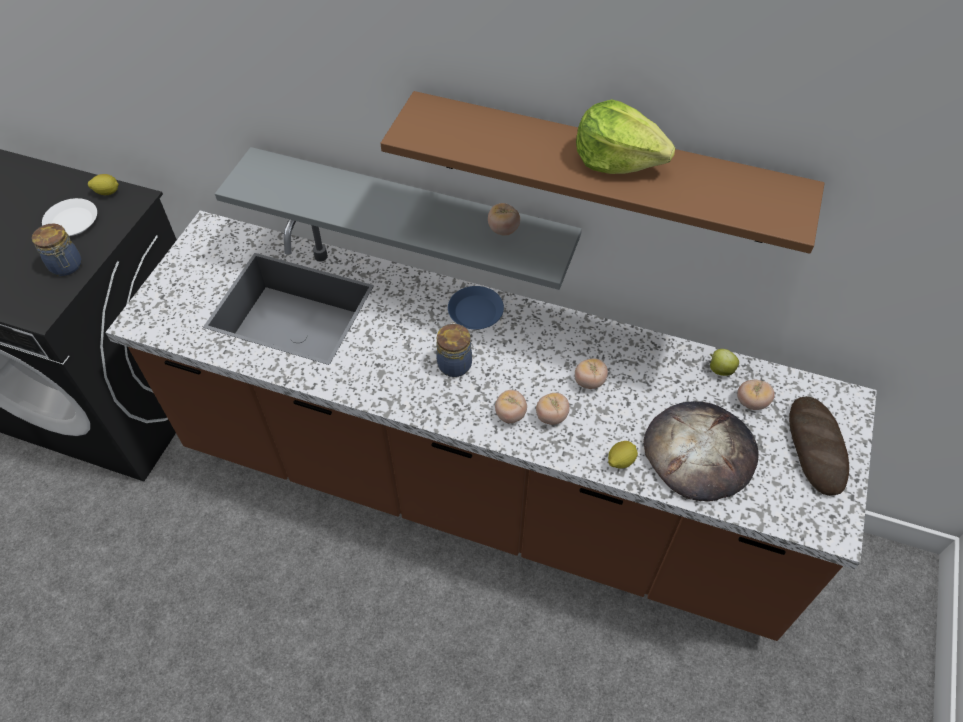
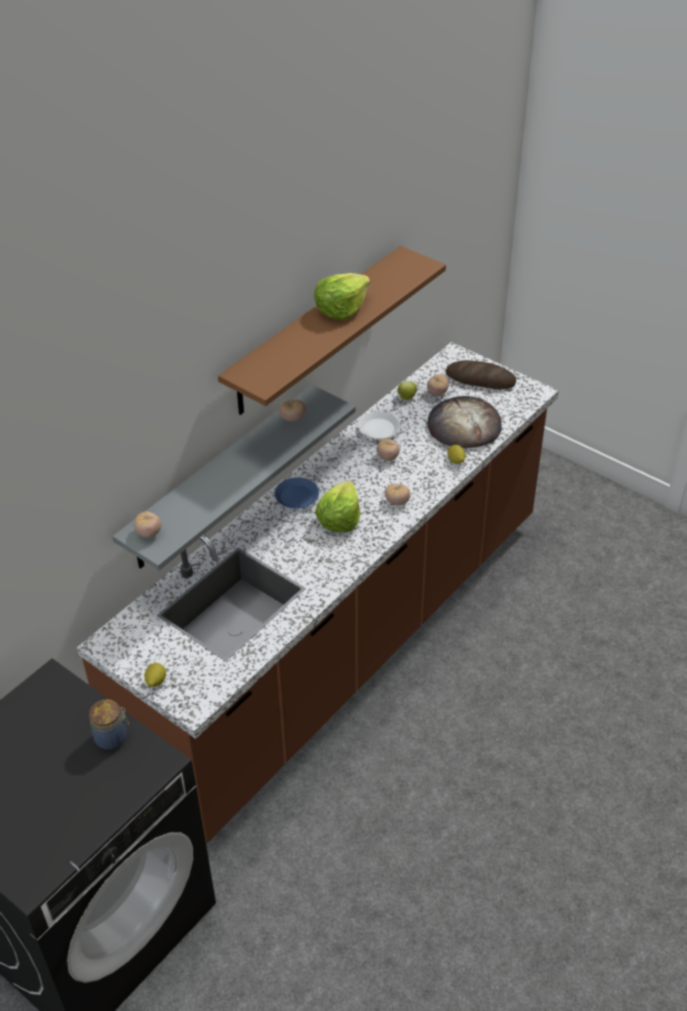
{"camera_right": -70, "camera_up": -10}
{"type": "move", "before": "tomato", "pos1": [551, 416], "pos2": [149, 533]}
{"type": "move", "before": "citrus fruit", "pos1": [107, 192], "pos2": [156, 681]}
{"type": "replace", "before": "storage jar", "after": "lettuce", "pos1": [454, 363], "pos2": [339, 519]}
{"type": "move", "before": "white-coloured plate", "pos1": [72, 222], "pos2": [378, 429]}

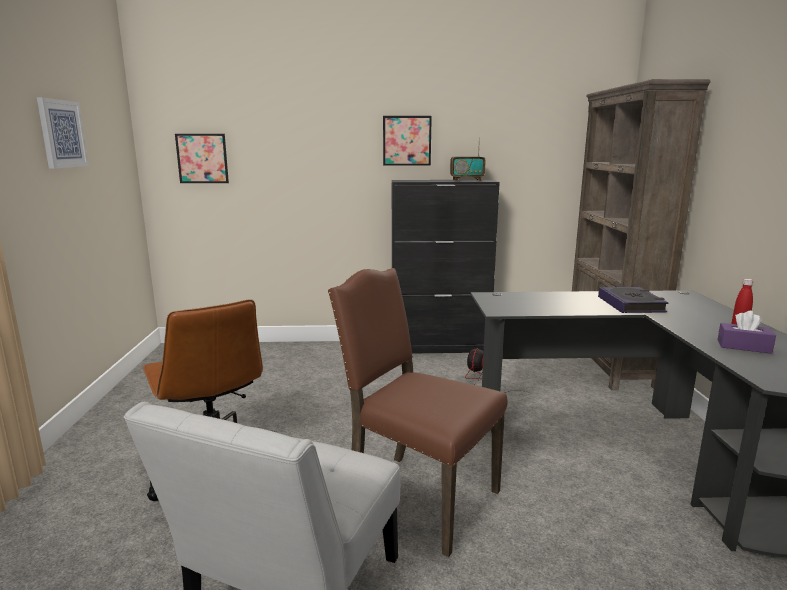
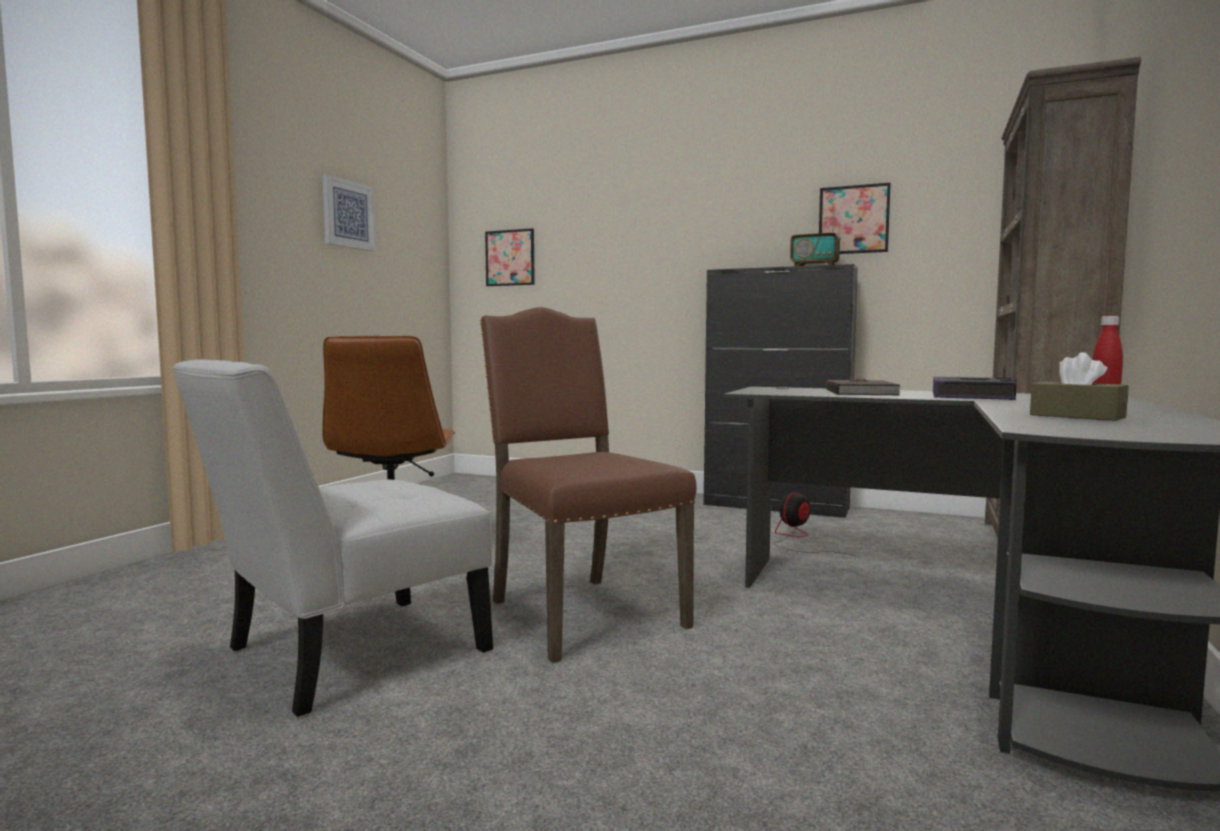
{"camera_right": 25, "camera_up": -10}
{"type": "move", "before": "wall art", "pos1": [407, 140], "pos2": [853, 219]}
{"type": "insert", "after": "brown-coloured volume", "pos2": [862, 392]}
{"type": "recolor", "before": "purple tissue holder", "after": "brown-coloured tissue holder", "pos1": [743, 346], "pos2": [1077, 416]}

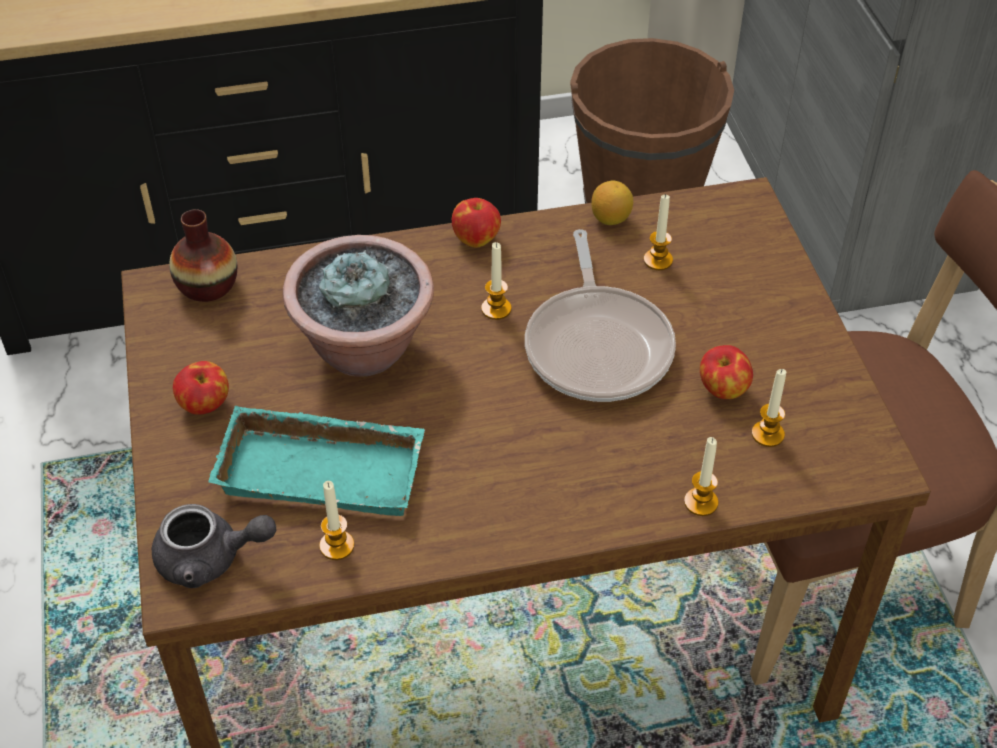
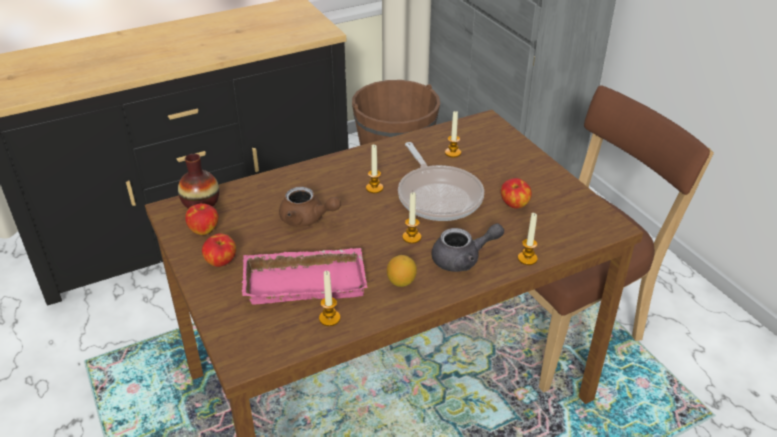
{"camera_right": -15, "camera_up": -10}
{"type": "move", "before": "whole apple", "pos1": [476, 238], "pos2": [204, 230]}
{"type": "recolor", "before": "turquoise-coloured tray", "after": "pinkish tray", "pos1": [325, 467], "pos2": [306, 280]}
{"type": "replace", "before": "potted plant", "after": "brown-coloured tea pot", "pos1": [365, 349], "pos2": [307, 219]}
{"type": "move", "before": "citrus fruit", "pos1": [610, 218], "pos2": [401, 282]}
{"type": "move", "before": "wax light", "pos1": [767, 434], "pos2": [411, 237]}
{"type": "move", "before": "greyish tea pot", "pos1": [210, 559], "pos2": [463, 259]}

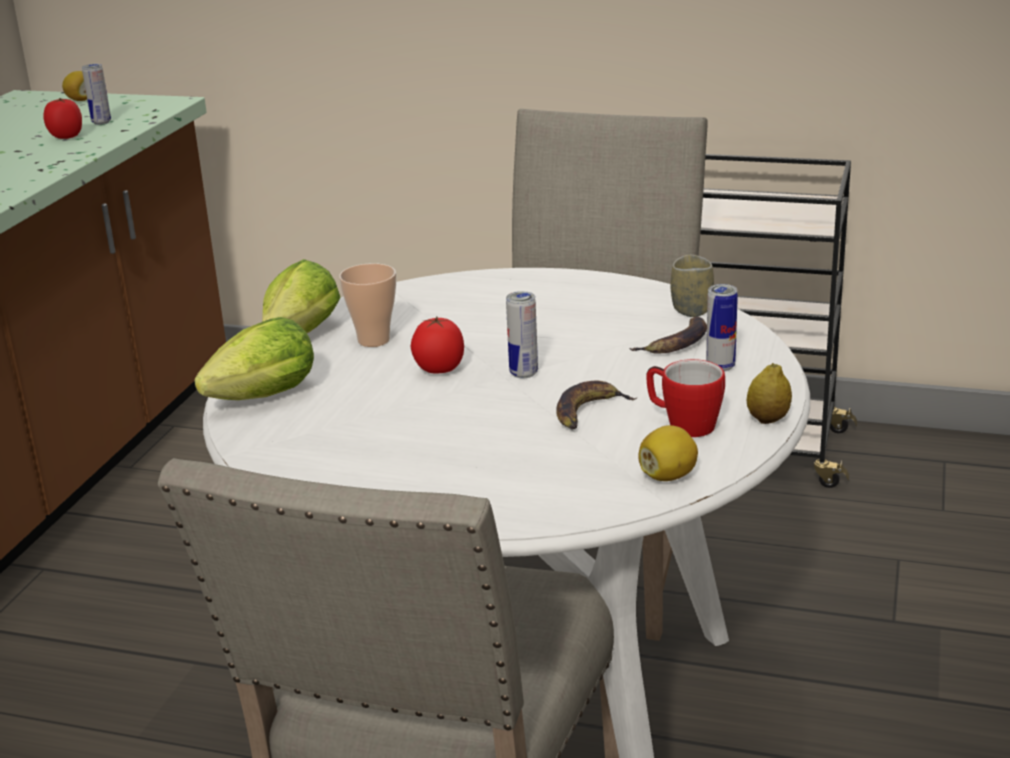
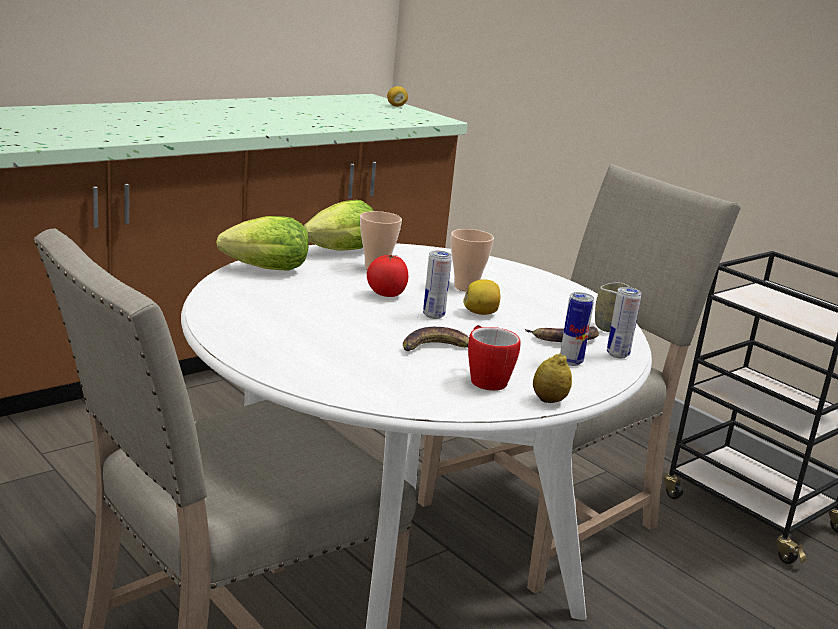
{"camera_right": 30, "camera_up": -5}
{"type": "insert", "after": "small cup", "pos2": [466, 287]}
{"type": "move", "before": "citrus fruit", "pos1": [668, 476], "pos2": [481, 313]}
{"type": "move", "before": "can", "pos1": [101, 122], "pos2": [617, 354]}
{"type": "delete", "before": "tomato", "pos1": [67, 137]}

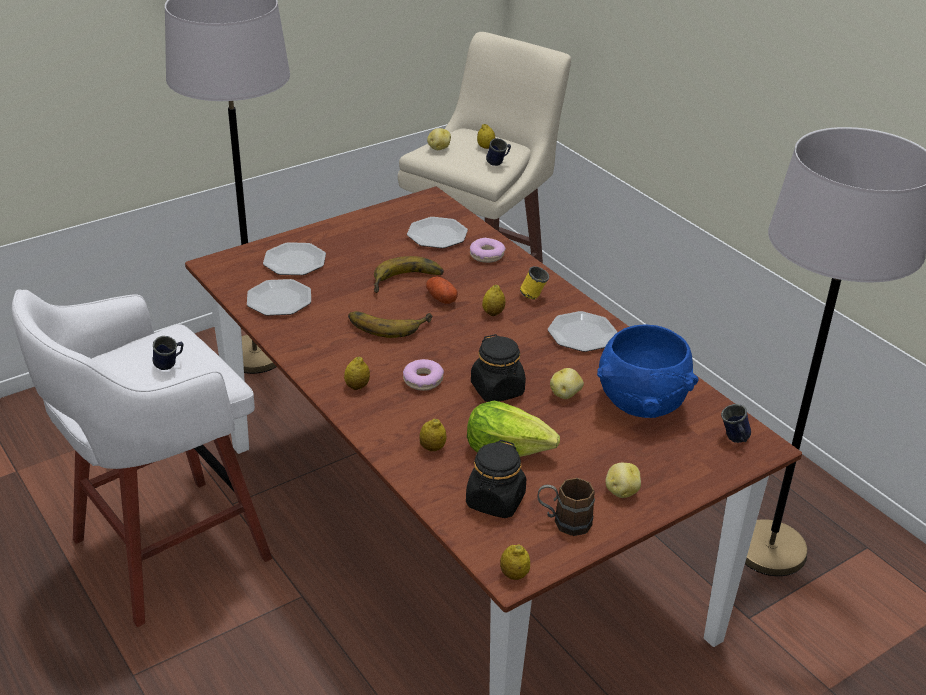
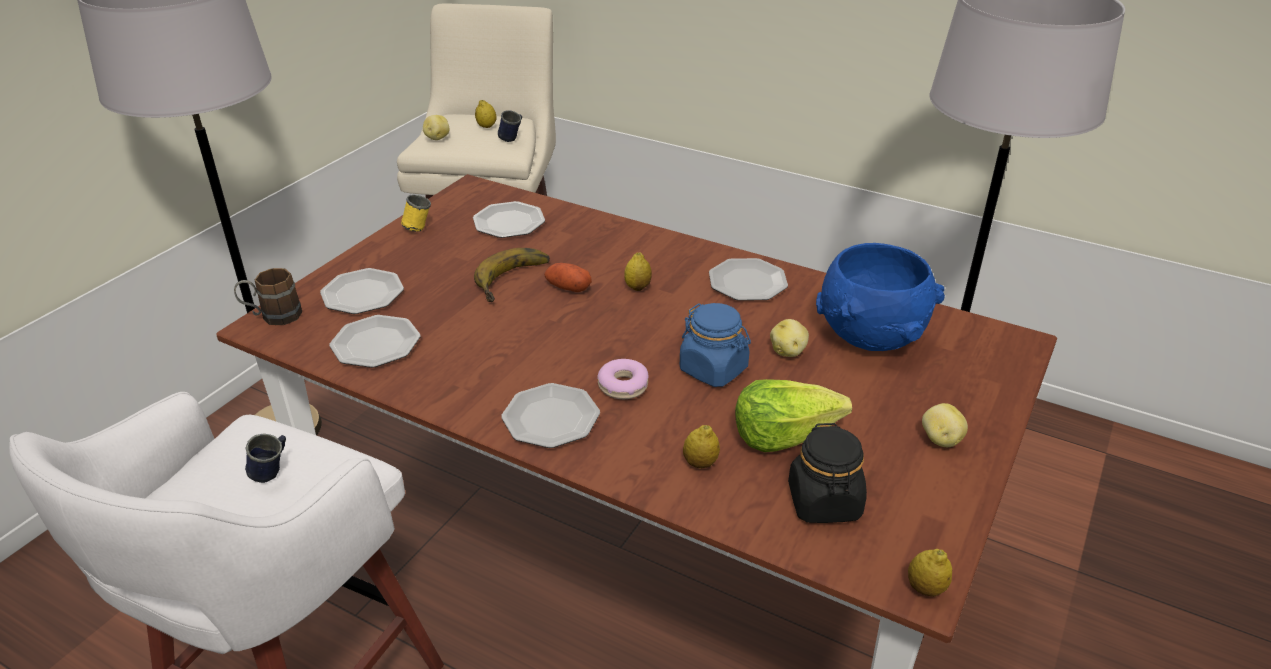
{"camera_right": -25, "camera_up": 0}
{"type": "move", "before": "brown-coloured tea mug", "pos1": [563, 521], "pos2": [272, 316]}
{"type": "move", "before": "yellowish tea mug", "pos1": [534, 294], "pos2": [418, 226]}
{"type": "replace", "before": "citrus fruit", "after": "plate", "pos1": [357, 386], "pos2": [552, 418]}
{"type": "recolor", "before": "black-coloured storage jar", "after": "blue-coloured storage jar", "pos1": [497, 389], "pos2": [714, 369]}
{"type": "delete", "before": "whole banana", "pos1": [388, 323]}
{"type": "delete", "before": "doughnut", "pos1": [487, 255]}
{"type": "delete", "before": "blue-coloured tea mug", "pos1": [735, 440]}

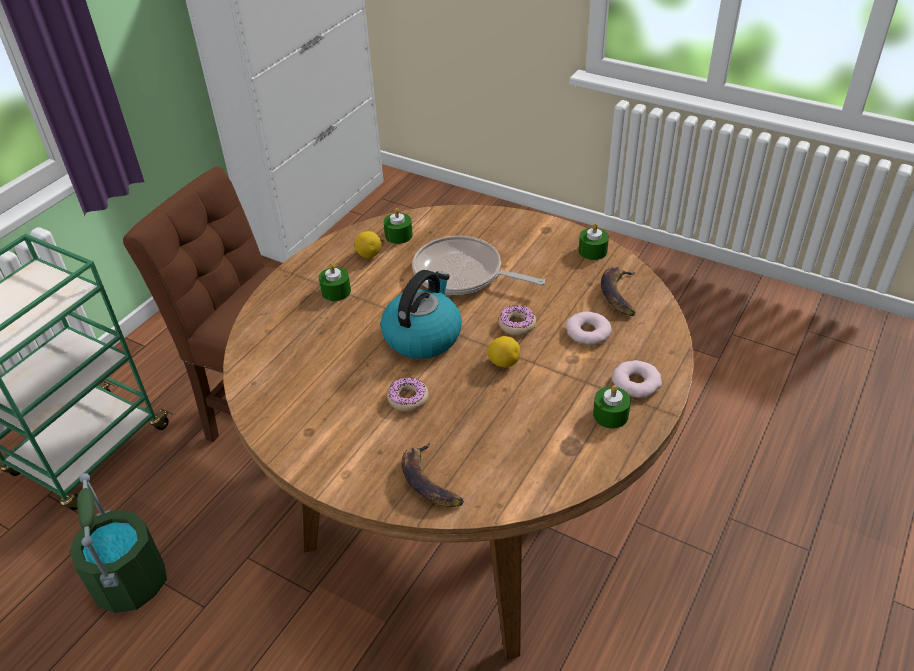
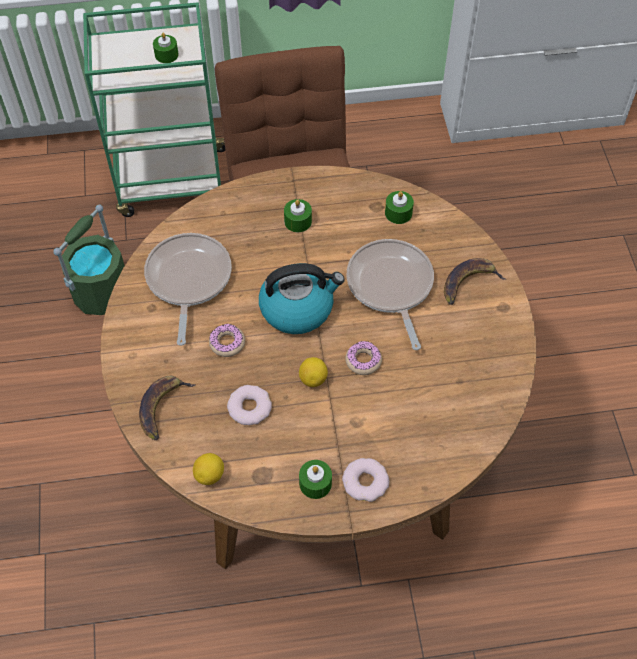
{"camera_right": 50, "camera_up": 15}
{"type": "insert", "after": "skillet", "pos2": [188, 280]}
{"type": "move", "before": "greenish wax light", "pos1": [592, 251], "pos2": [166, 55]}
{"type": "move", "before": "citrus fruit", "pos1": [369, 255], "pos2": [210, 475]}
{"type": "move", "before": "doughnut", "pos1": [587, 332], "pos2": [249, 407]}
{"type": "move", "before": "whole banana", "pos1": [618, 294], "pos2": [469, 283]}

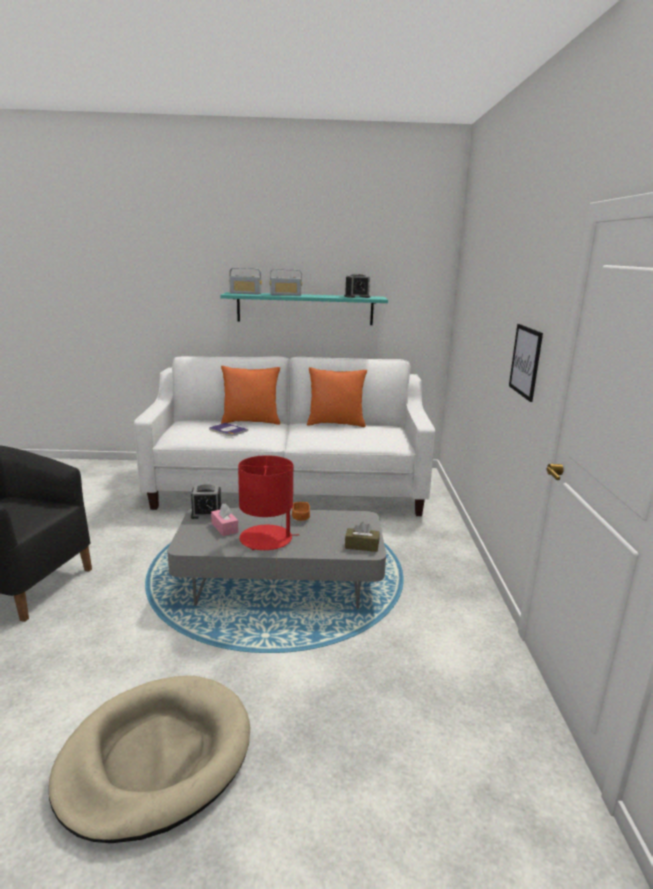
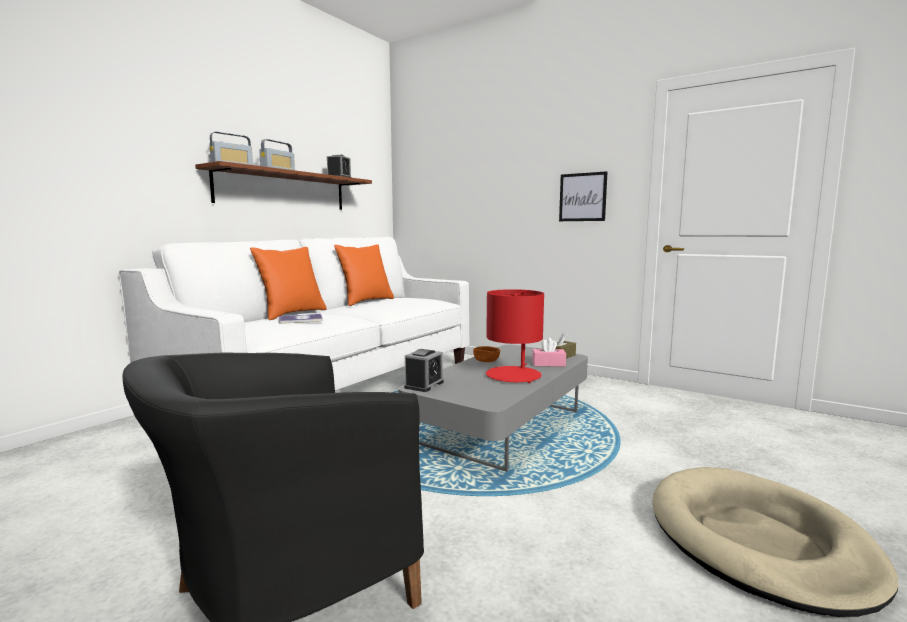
{"camera_right": -55, "camera_up": -10}
{"type": "recolor", "before": "turquoise-coloured shelf", "after": "brown-coloured shelf", "pos1": [305, 308], "pos2": [283, 190]}
{"type": "move", "before": "pinkish tissue holder", "pos1": [224, 528], "pos2": [548, 364]}

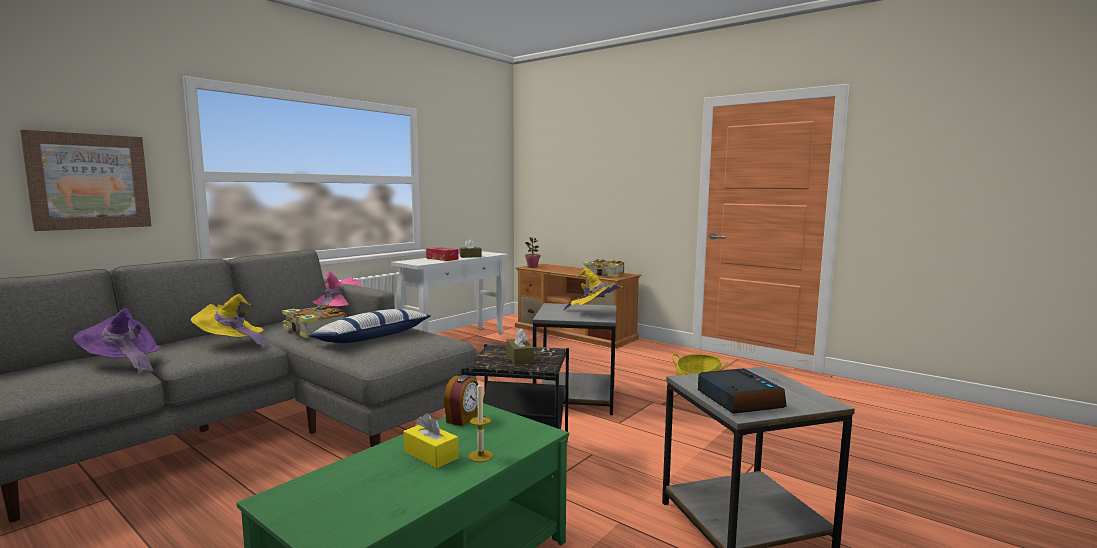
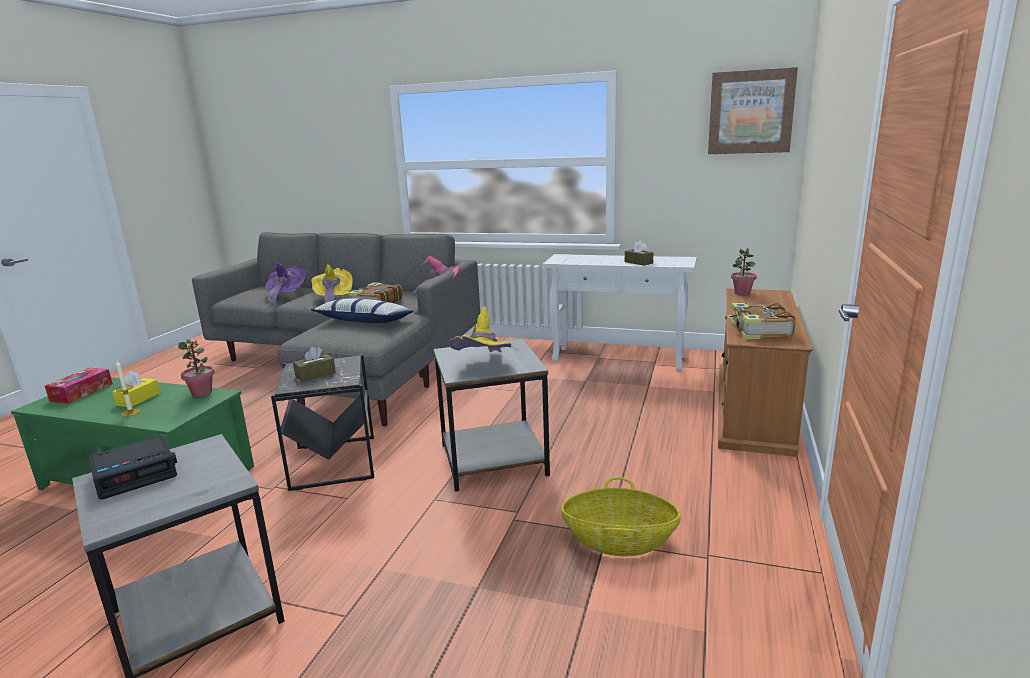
{"camera_right": 70, "camera_up": 10}
{"type": "move", "before": "tissue holder", "pos1": [442, 259], "pos2": [81, 392]}
{"type": "replace", "before": "bedside clock", "after": "potted plant", "pos1": [462, 419], "pos2": [202, 393]}
{"type": "move", "before": "wall art", "pos1": [89, 181], "pos2": [750, 112]}

